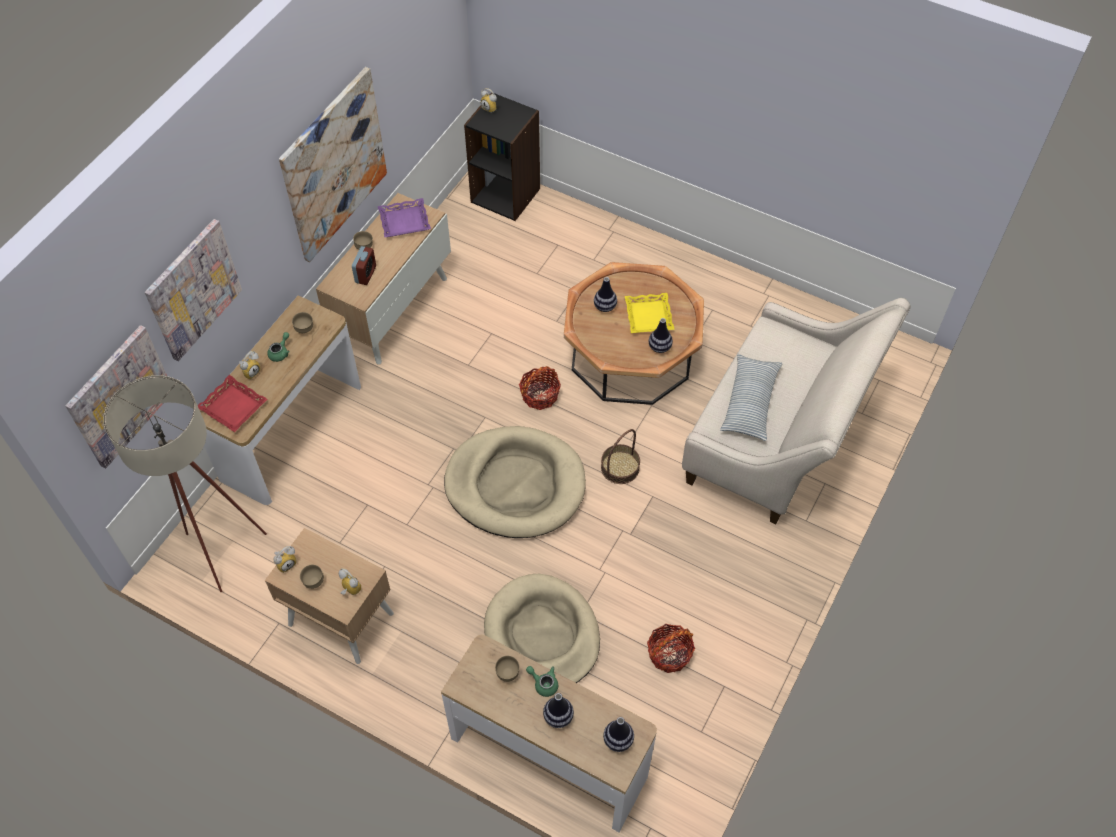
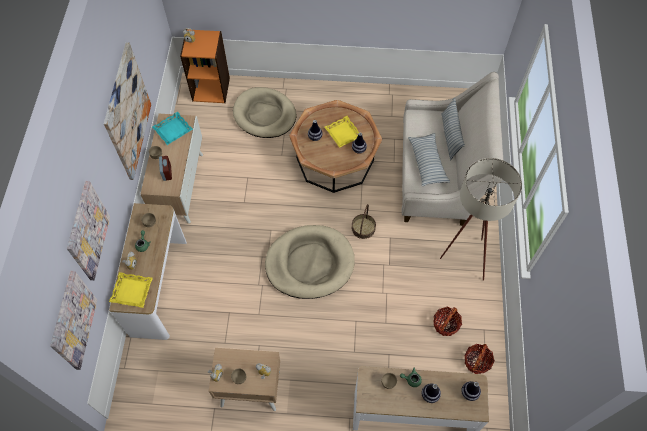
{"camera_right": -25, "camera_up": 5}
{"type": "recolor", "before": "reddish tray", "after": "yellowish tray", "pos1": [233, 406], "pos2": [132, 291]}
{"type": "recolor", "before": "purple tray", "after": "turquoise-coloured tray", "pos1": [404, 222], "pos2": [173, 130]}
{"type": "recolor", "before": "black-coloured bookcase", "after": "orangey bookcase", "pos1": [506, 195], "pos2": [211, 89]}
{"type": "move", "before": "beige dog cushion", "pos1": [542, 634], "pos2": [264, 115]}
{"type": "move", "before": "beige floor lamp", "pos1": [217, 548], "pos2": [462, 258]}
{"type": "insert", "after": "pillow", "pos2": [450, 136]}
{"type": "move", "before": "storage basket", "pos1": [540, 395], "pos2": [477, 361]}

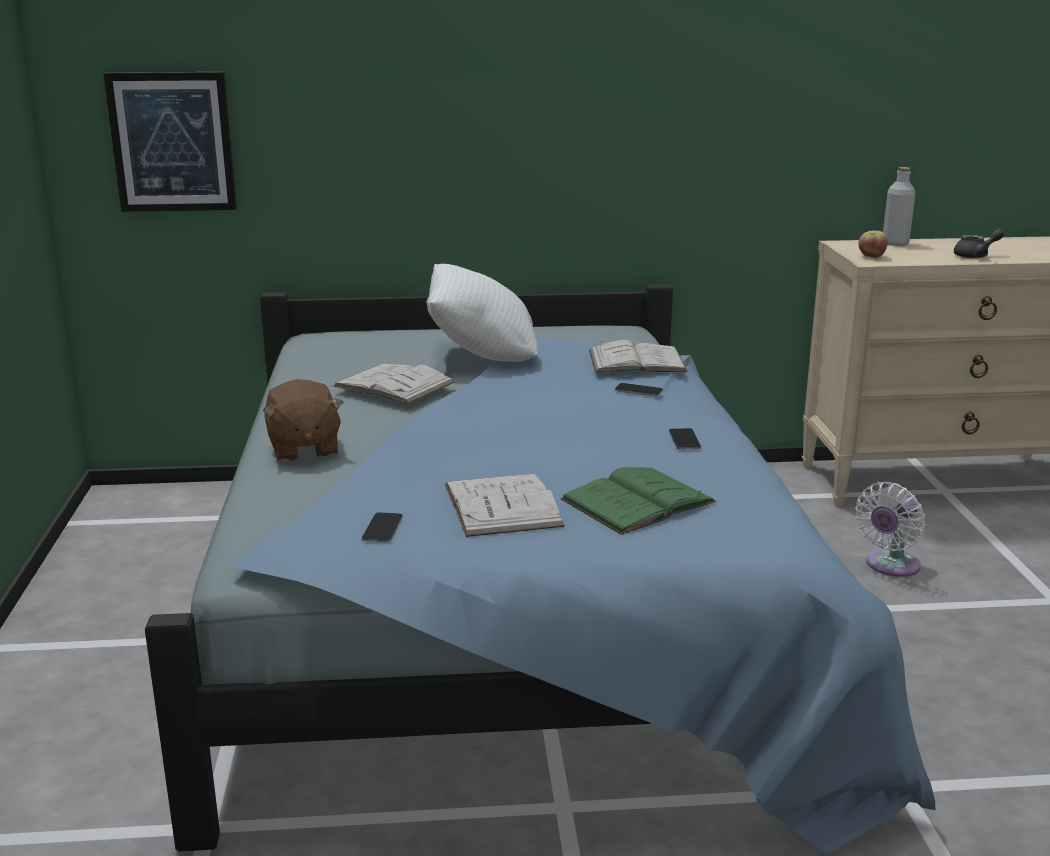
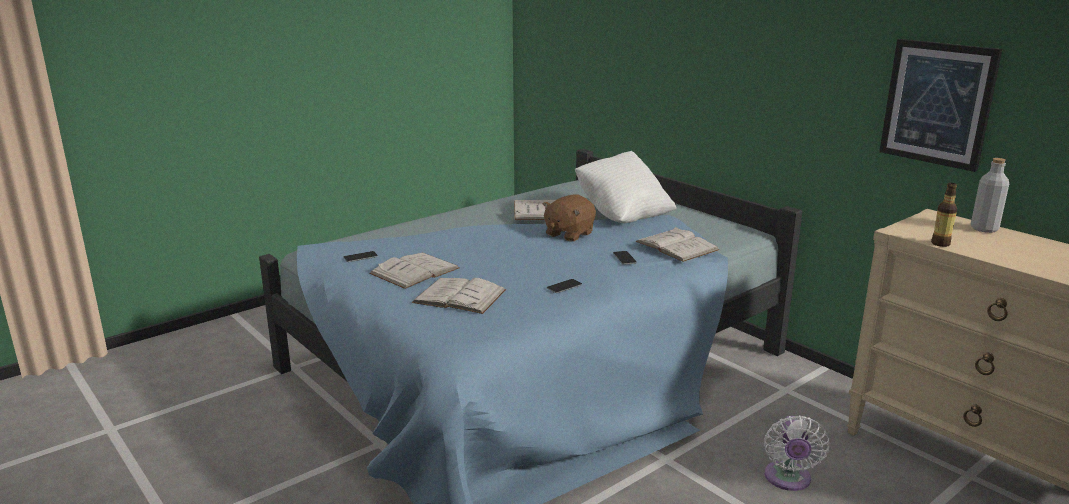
{"camera_right": 55, "camera_up": 0}
{"type": "recolor", "before": "greenish volume", "after": "white-coloured volume", "pos1": [638, 501], "pos2": [459, 296]}
{"type": "move", "before": "brown-coloured cuddly toy", "pos1": [303, 449], "pos2": [568, 234]}
{"type": "rotate", "before": "white-coloured fan", "pos1": [890, 566], "pos2": [788, 480], "turn": -90}
{"type": "move", "before": "wall art", "pos1": [172, 142], "pos2": [938, 103]}
{"type": "insert", "after": "drink bottle", "pos2": [940, 244]}
{"type": "delete", "before": "whole apple", "pos1": [871, 256]}
{"type": "delete", "before": "greyish tea pot", "pos1": [976, 256]}

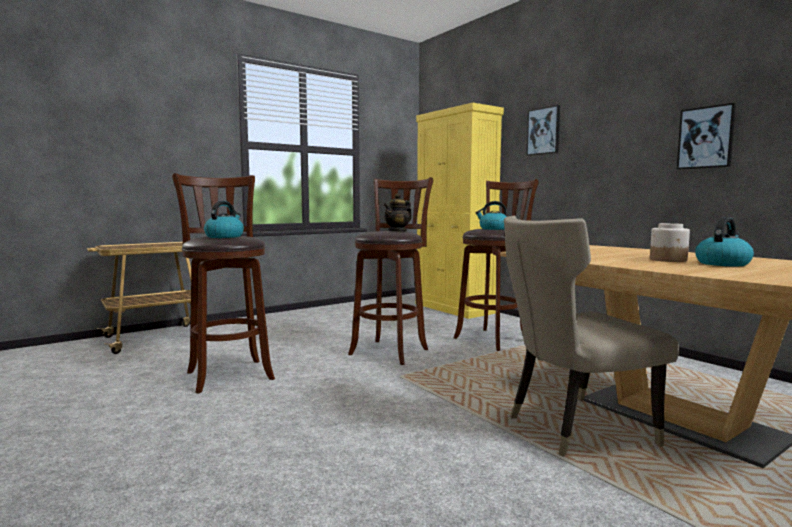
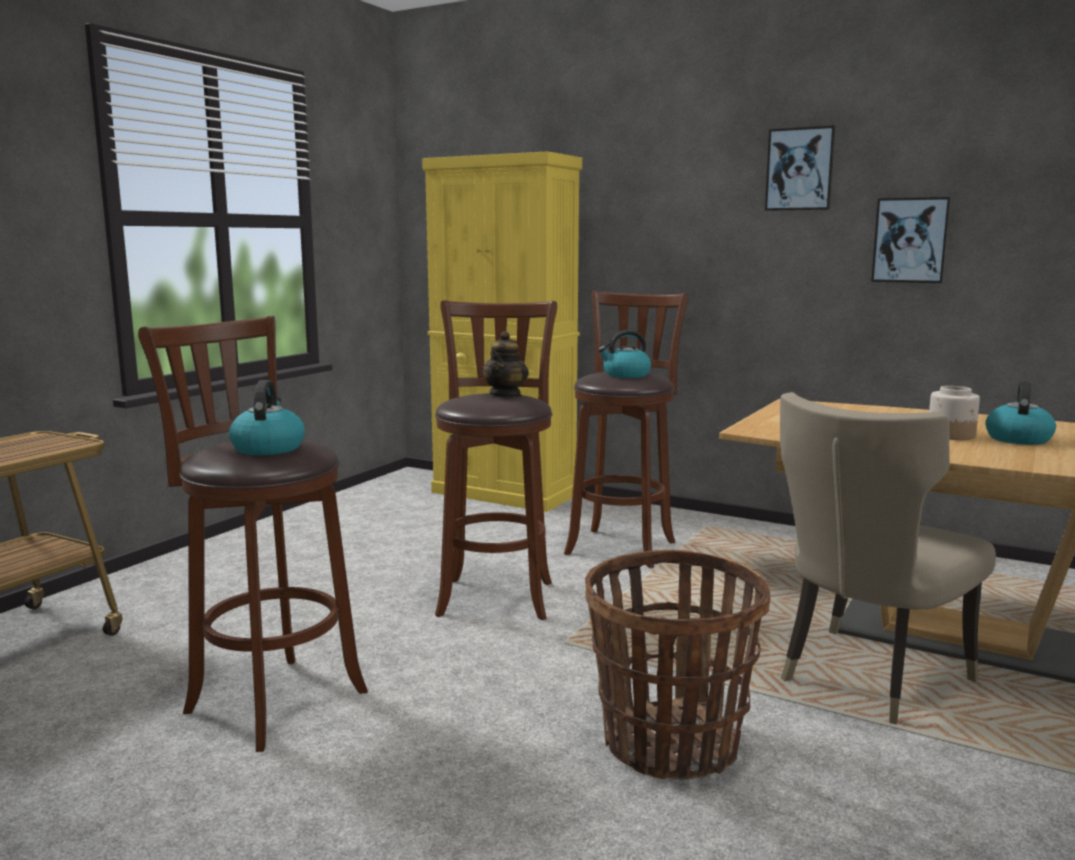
{"camera_right": -25, "camera_up": 5}
{"type": "insert", "after": "storage basket", "pos2": [670, 744]}
{"type": "move", "before": "wall art", "pos1": [543, 131], "pos2": [800, 169]}

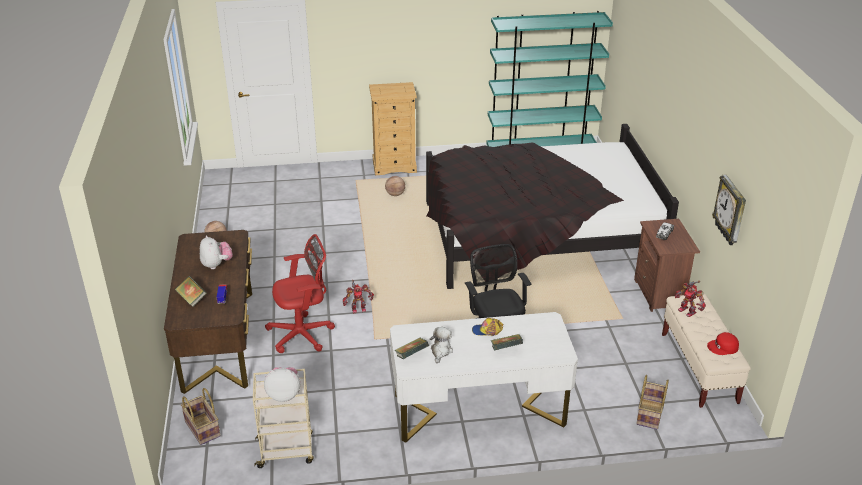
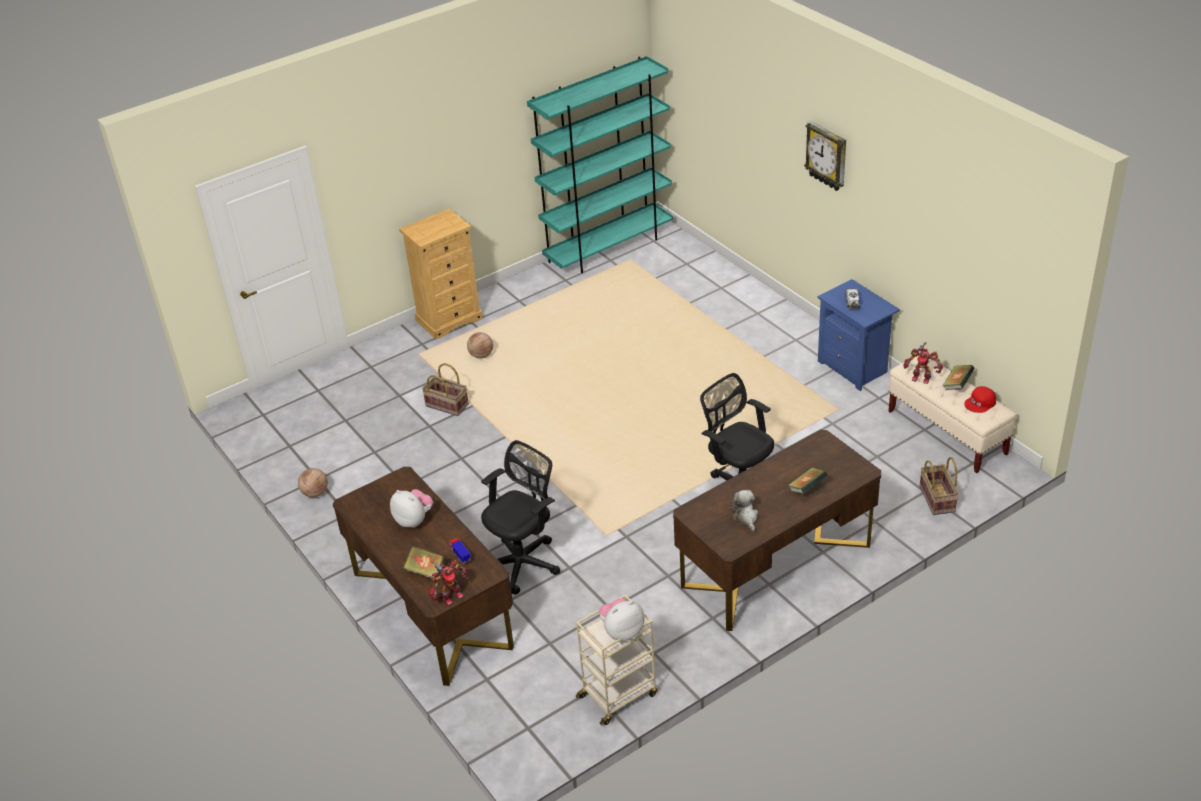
{"camera_right": -25, "camera_up": 5}
{"type": "move", "before": "storage basket", "pos1": [203, 428], "pos2": [447, 405]}
{"type": "move", "before": "robot figure", "pos1": [358, 308], "pos2": [450, 596]}
{"type": "recolor", "before": "reddish desk chair", "after": "black-coloured desk chair", "pos1": [303, 334], "pos2": [523, 562]}
{"type": "recolor", "before": "white-coloured desk unit", "after": "brown-coloured desk unit", "pos1": [479, 410], "pos2": [776, 565]}
{"type": "move", "before": "clock on the wall", "pos1": [731, 211], "pos2": [827, 156]}
{"type": "recolor", "before": "brown-coloured night table", "after": "blue-coloured night table", "pos1": [660, 294], "pos2": [854, 368]}
{"type": "move", "before": "volume", "pos1": [411, 356], "pos2": [957, 385]}
{"type": "delete", "before": "black-coloured bedroom bed", "pos1": [538, 235]}
{"type": "delete", "before": "baseball cap", "pos1": [487, 331]}

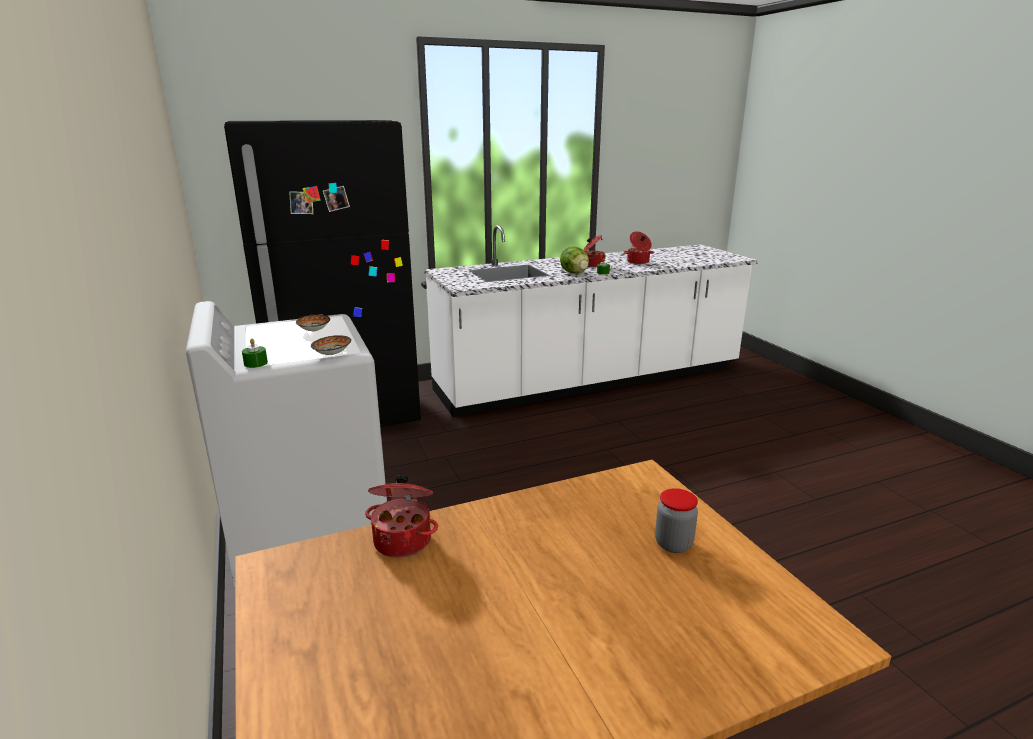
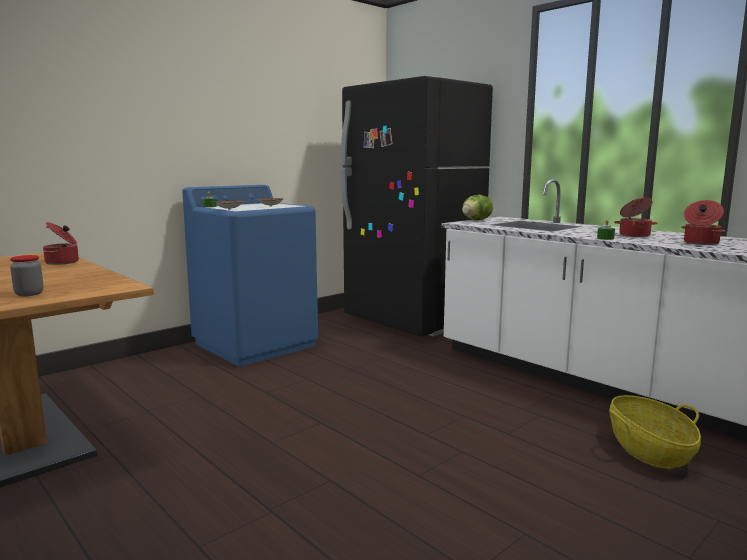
{"camera_right": 70, "camera_up": -10}
{"type": "recolor", "before": "white-coloured washing machine", "after": "blue-coloured washing machine", "pos1": [309, 535], "pos2": [256, 344]}
{"type": "move", "before": "lettuce", "pos1": [574, 273], "pos2": [476, 220]}
{"type": "insert", "after": "storage basket", "pos2": [649, 450]}

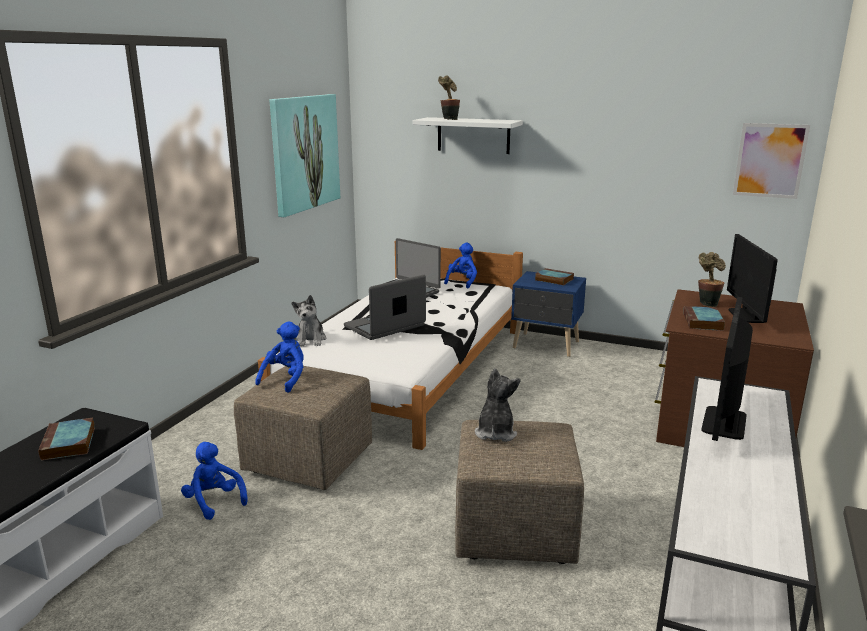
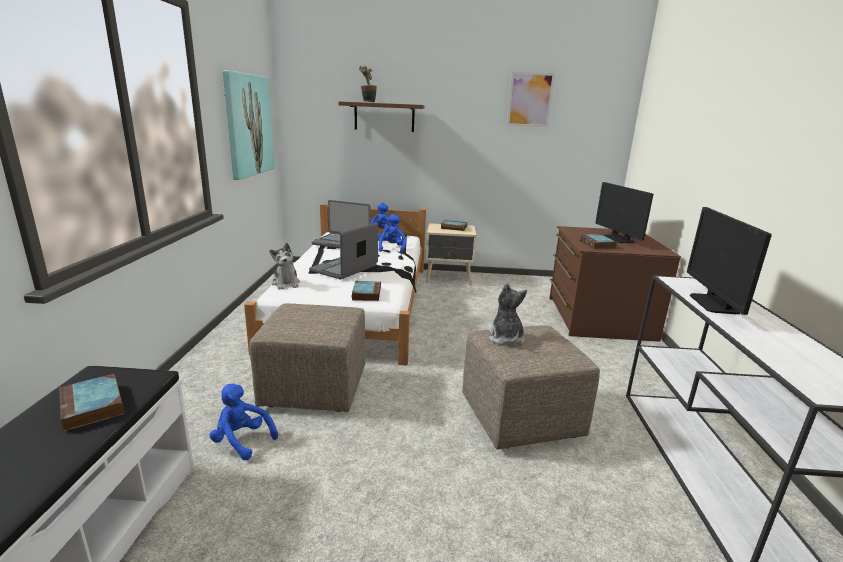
{"camera_right": -20, "camera_up": 0}
{"type": "recolor", "before": "white-coloured shelf", "after": "brown-coloured shelf", "pos1": [473, 135], "pos2": [384, 117]}
{"type": "insert", "after": "volume", "pos2": [366, 293]}
{"type": "move", "before": "blue-coloured cuddly toy", "pos1": [285, 379], "pos2": [391, 249]}
{"type": "recolor", "before": "blue-coloured night table", "after": "beige night table", "pos1": [546, 345], "pos2": [449, 278]}
{"type": "move", "before": "wall art", "pos1": [770, 160], "pos2": [530, 99]}
{"type": "delete", "before": "potted plant", "pos1": [707, 303]}

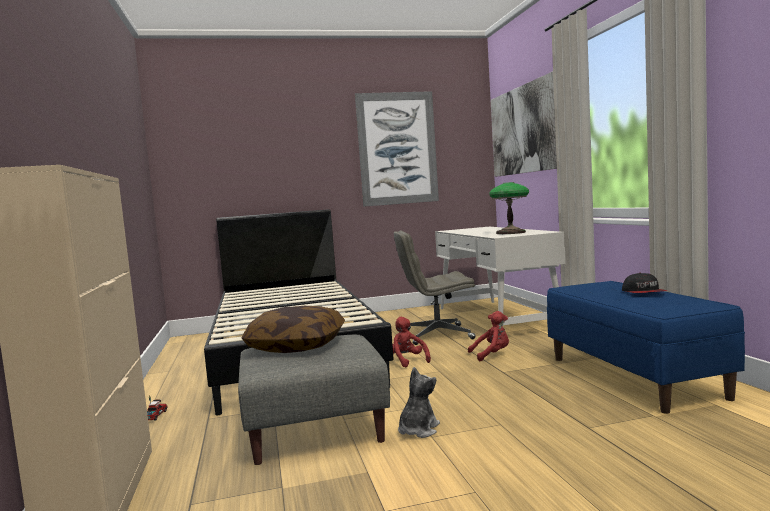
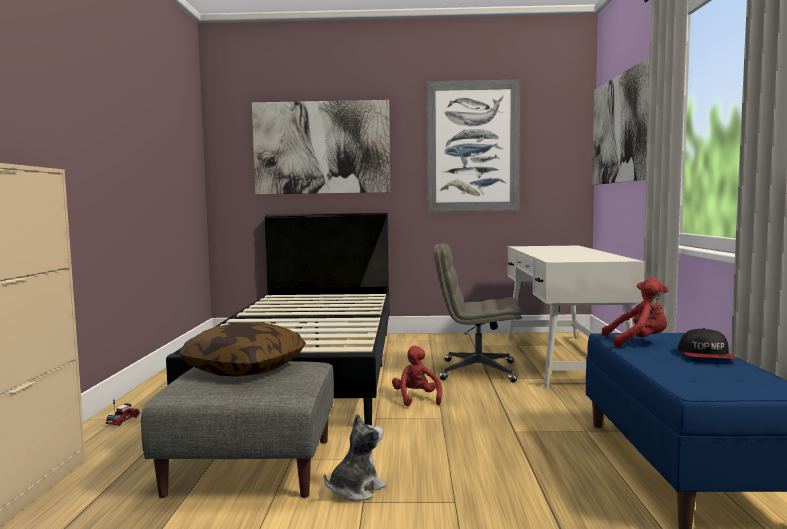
{"camera_right": 15, "camera_up": 0}
{"type": "insert", "after": "wall art", "pos2": [321, 147]}
{"type": "move", "before": "reddish cuddly toy", "pos1": [492, 355], "pos2": [638, 342]}
{"type": "delete", "before": "tabletop lamp", "pos1": [510, 233]}

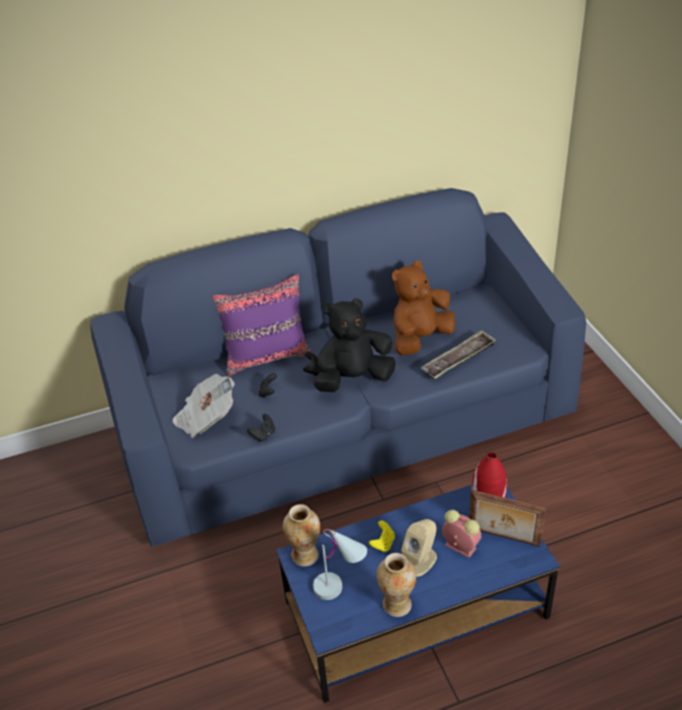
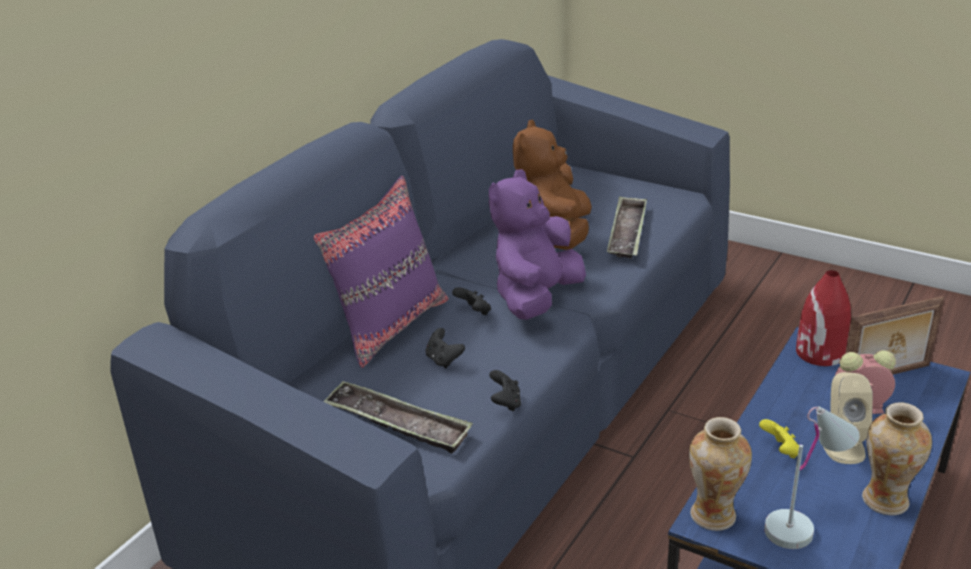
{"camera_right": -40, "camera_up": -10}
{"type": "replace", "before": "daily paper", "after": "tray", "pos1": [206, 418], "pos2": [397, 423]}
{"type": "recolor", "before": "black-coloured cuddly toy", "after": "purple cuddly toy", "pos1": [354, 378], "pos2": [536, 298]}

